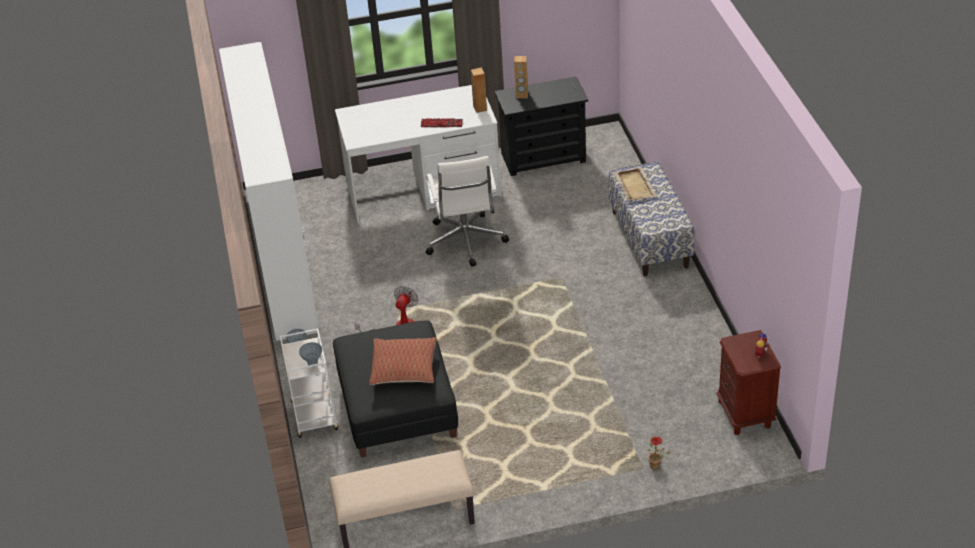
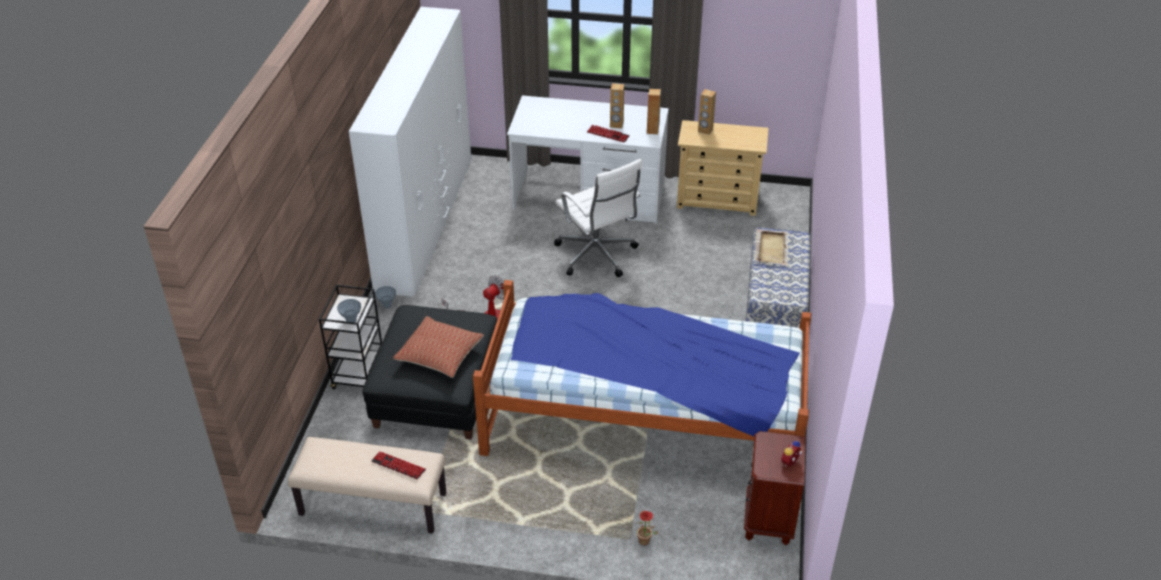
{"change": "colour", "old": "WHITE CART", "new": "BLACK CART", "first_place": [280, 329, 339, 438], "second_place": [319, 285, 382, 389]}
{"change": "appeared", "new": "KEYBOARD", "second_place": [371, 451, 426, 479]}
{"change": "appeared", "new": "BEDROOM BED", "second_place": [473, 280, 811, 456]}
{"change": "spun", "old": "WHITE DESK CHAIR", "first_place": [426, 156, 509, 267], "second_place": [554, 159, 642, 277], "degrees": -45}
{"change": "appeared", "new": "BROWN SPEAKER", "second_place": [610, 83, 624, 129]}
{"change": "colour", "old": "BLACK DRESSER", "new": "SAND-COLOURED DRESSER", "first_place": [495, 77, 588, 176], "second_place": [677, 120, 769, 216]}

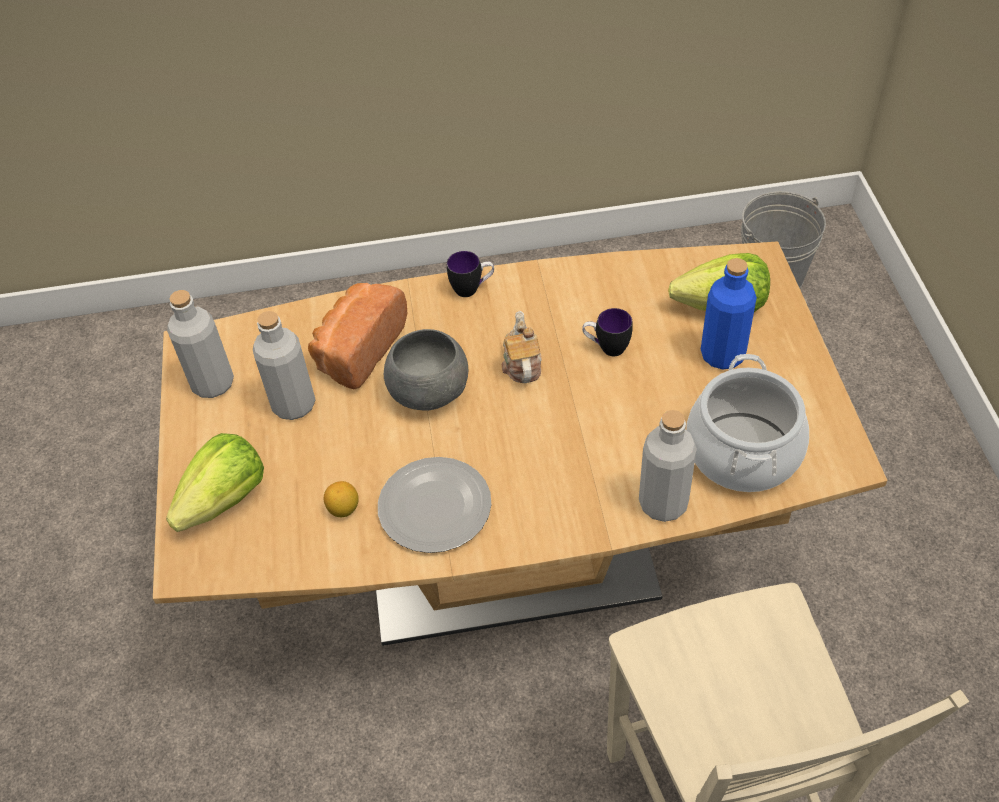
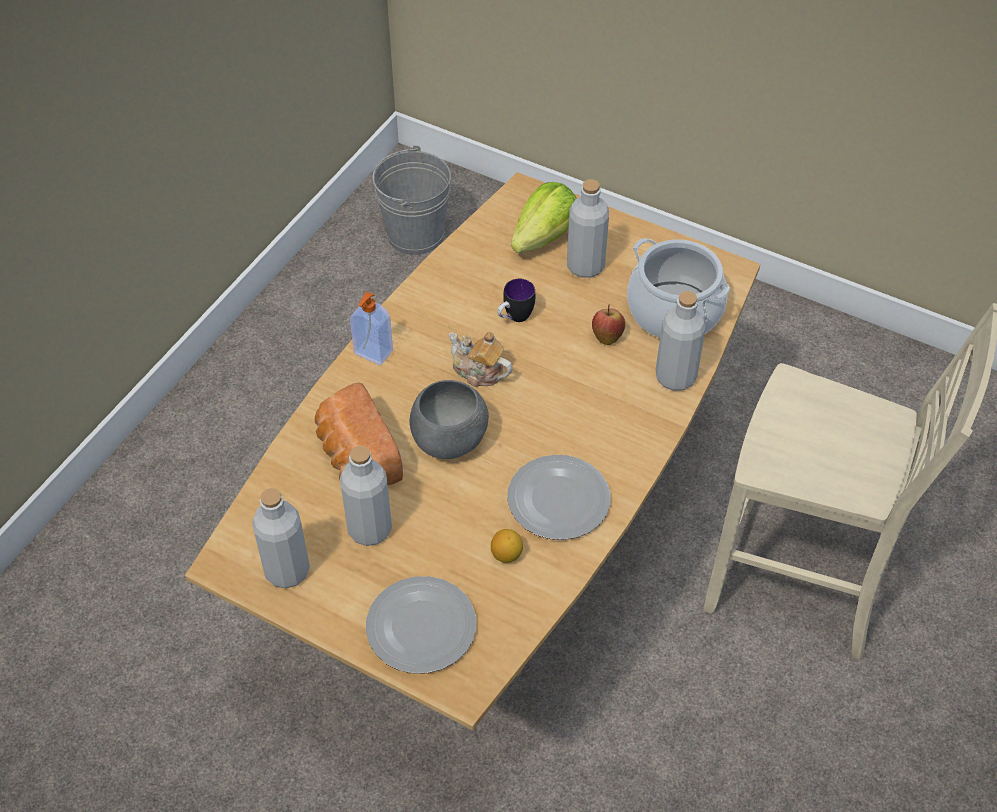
{"change": "exchanged", "old": "TEA MUG", "new": "SOAP BOTTLE", "first_place": [447, 251, 494, 297], "second_place": [350, 292, 393, 365]}
{"change": "exchanged", "old": "HEAD OF LETTUCE", "new": "FLAT DISH", "first_place": [166, 433, 264, 532], "second_place": [366, 576, 476, 674]}
{"change": "colour", "old": "BLUE-COLOURED BOTTLE", "new": "GREYISH BOTTLE", "first_place": [701, 258, 757, 369], "second_place": [567, 179, 609, 278]}
{"change": "appeared", "new": "APPLE", "second_place": [592, 304, 625, 345]}

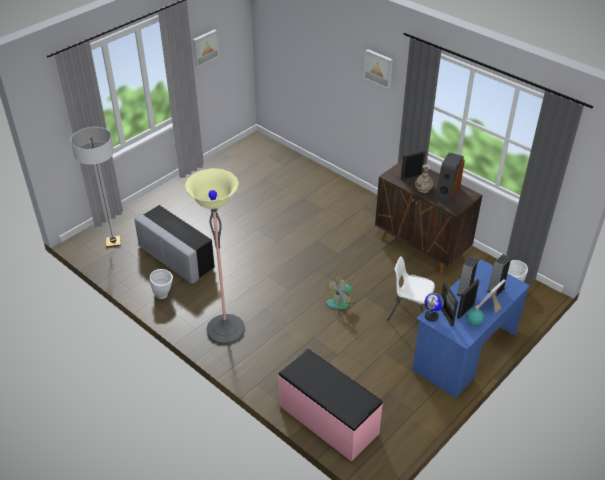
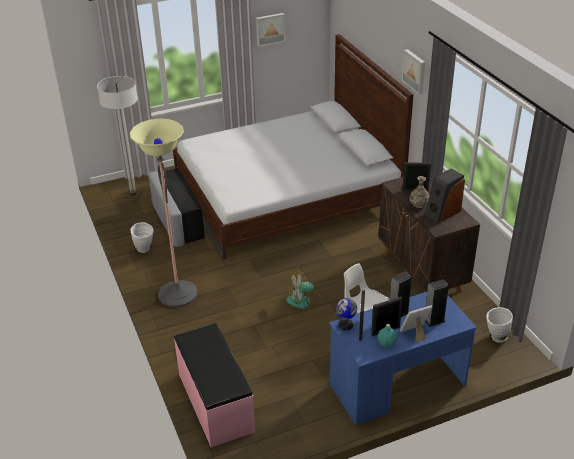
{"change": "appeared", "new": "BEDROOM BED", "second_place": [173, 34, 413, 260]}

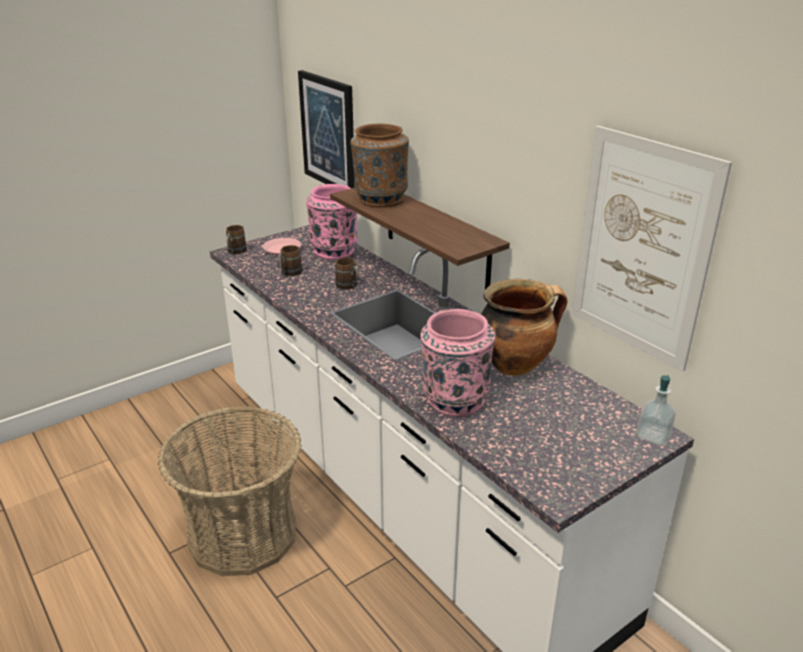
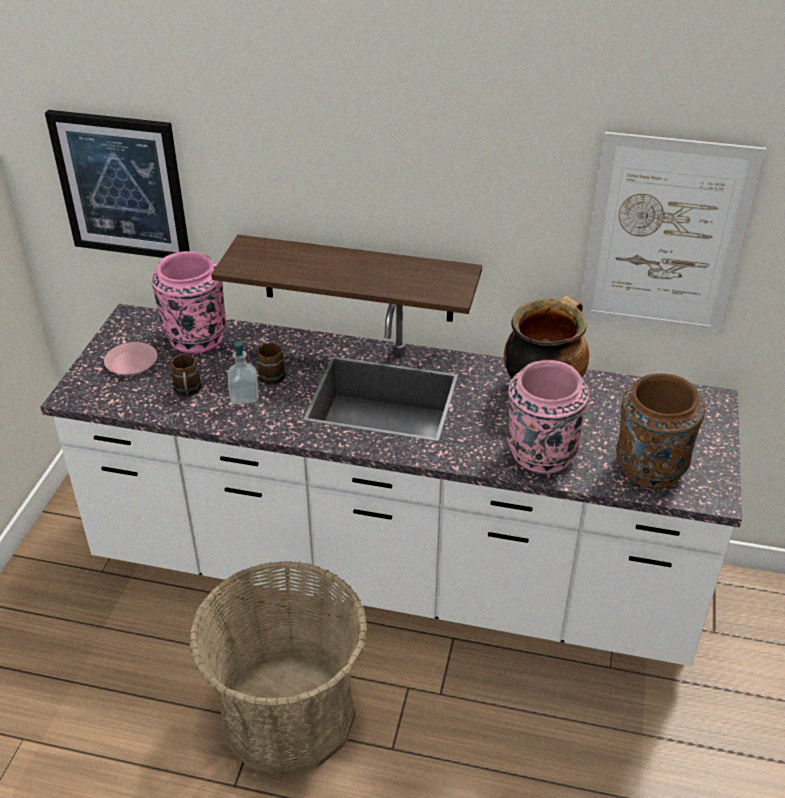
{"change": "relocated", "old": "SOAP BOTTLE", "first_place": [637, 375, 676, 446], "second_place": [228, 340, 259, 404]}
{"change": "relocated", "old": "BROWN VASE", "first_place": [350, 124, 409, 208], "second_place": [616, 373, 705, 489]}
{"change": "missing", "old": "BROWN TEA MUG", "first_place": [226, 225, 247, 254]}

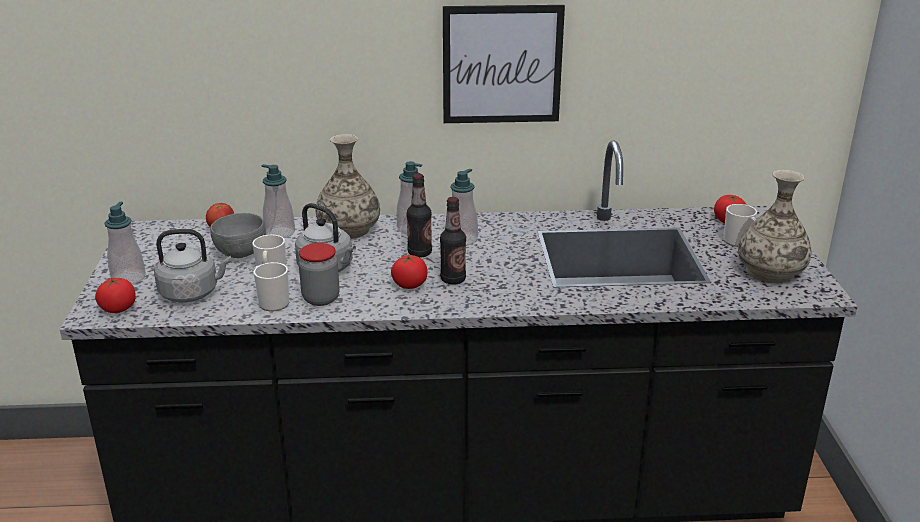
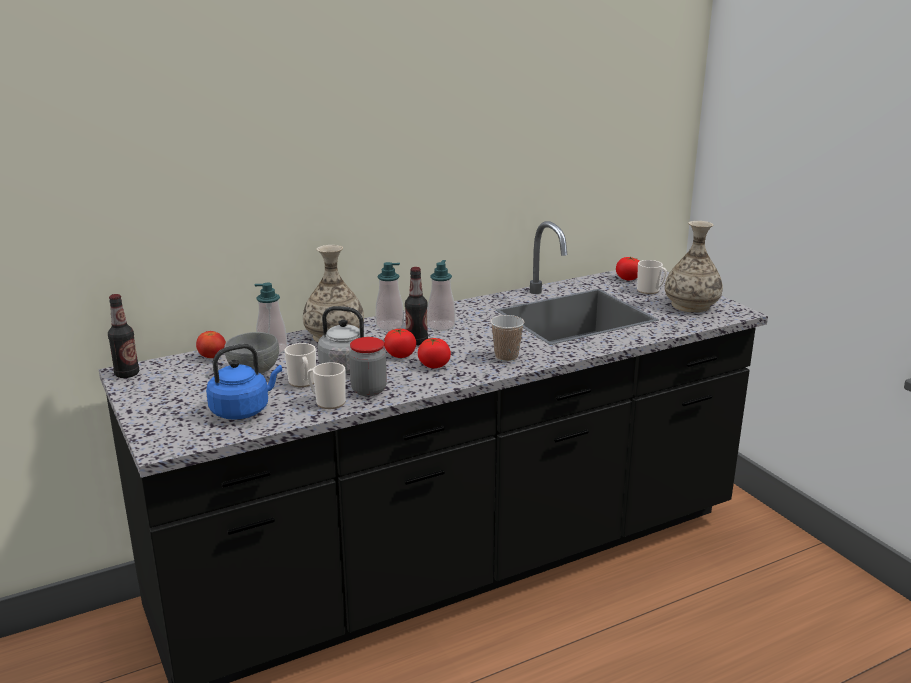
{"change": "relocated", "old": "BOTTLE", "first_place": [440, 197, 466, 285], "second_place": [108, 294, 139, 378]}
{"change": "colour", "old": "GREYISH KETTLE", "new": "BLUE-COLOURED KETTLE", "first_place": [154, 229, 231, 302], "second_place": [206, 344, 282, 420]}
{"change": "relocated", "old": "TOMATO", "first_place": [95, 277, 136, 313], "second_place": [384, 328, 416, 358]}
{"change": "appeared", "new": "SMALL CUP", "second_place": [491, 315, 524, 362]}
{"change": "missing", "old": "SOAP BOTTLE", "first_place": [104, 202, 146, 284]}
{"change": "missing", "old": "PICTURE", "first_place": [443, 5, 565, 123]}

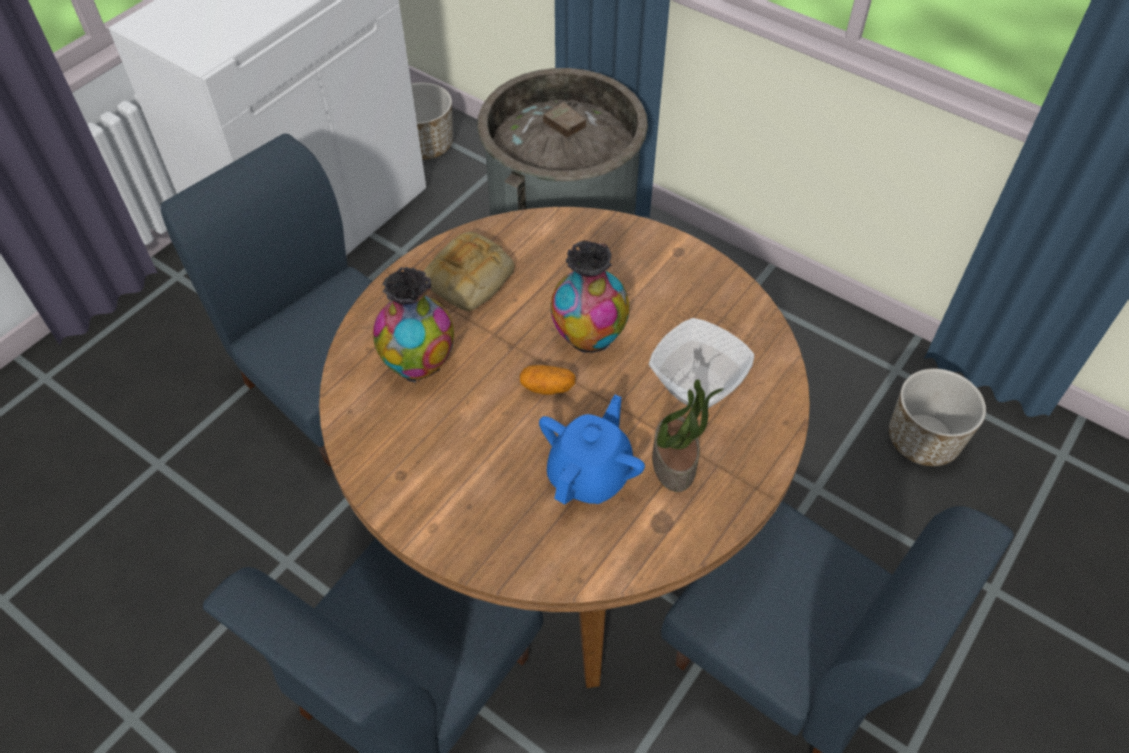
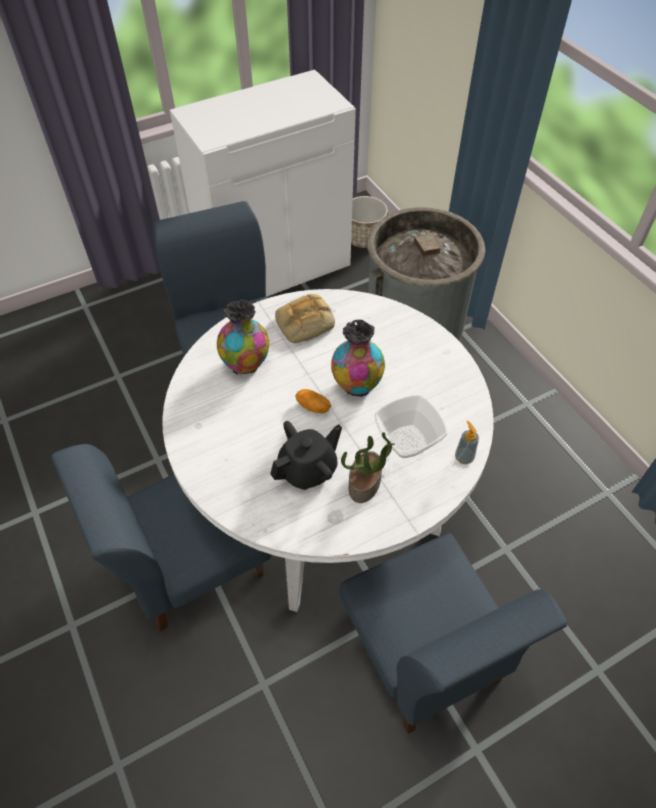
{"change": "colour", "old": "BROWN DINING TABLE", "new": "WHITE DINING TABLE", "first_place": [319, 207, 810, 688], "second_place": [162, 289, 493, 612]}
{"change": "colour", "old": "BLUE-COLOURED TEA POT", "new": "BLACK TEA POT", "first_place": [539, 395, 645, 504], "second_place": [270, 421, 342, 490]}
{"change": "appeared", "new": "SOAP BOTTLE", "second_place": [455, 421, 479, 465]}
{"change": "missing", "old": "PLANT POT", "first_place": [889, 369, 986, 466]}

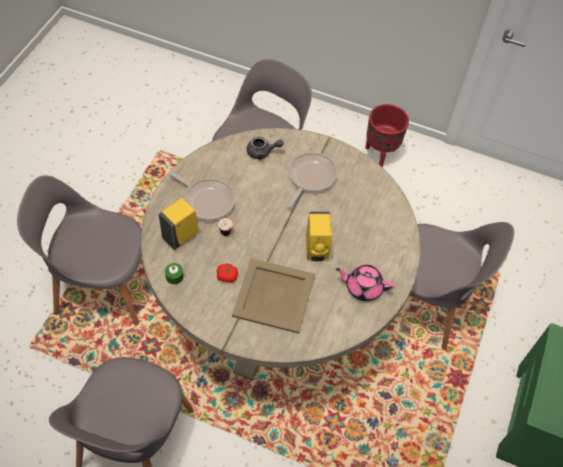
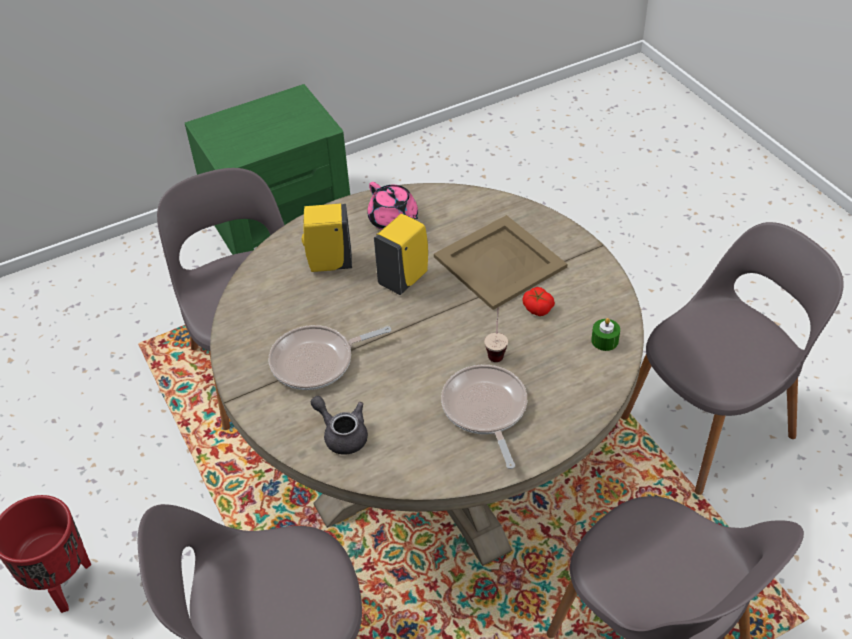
{"change": "relocated", "old": "YELLOW-COLOURED SOAP BOTTLE", "first_place": [158, 198, 198, 250], "second_place": [301, 203, 352, 272]}

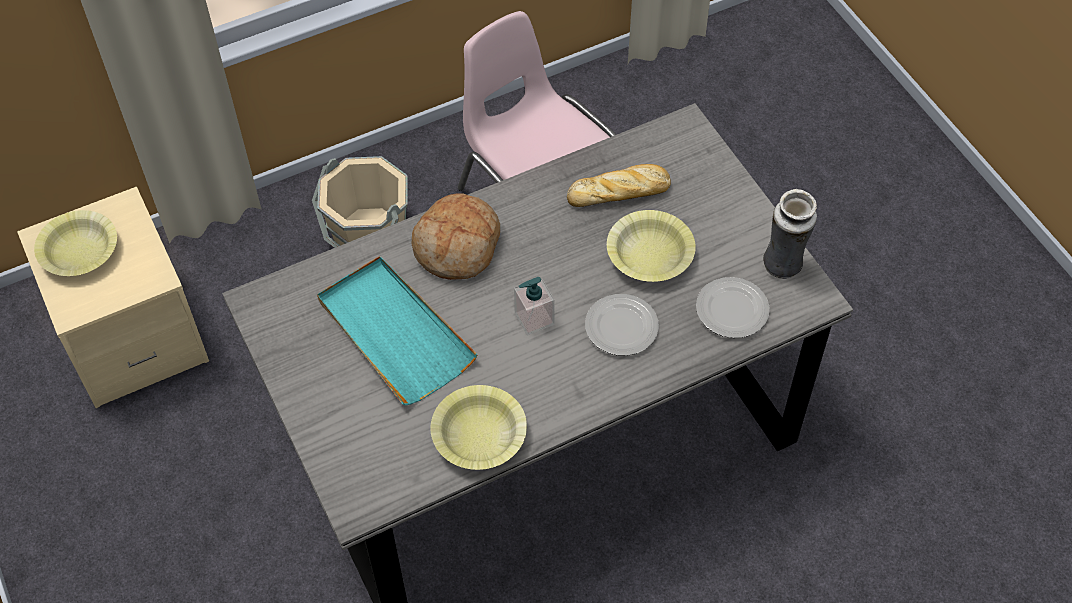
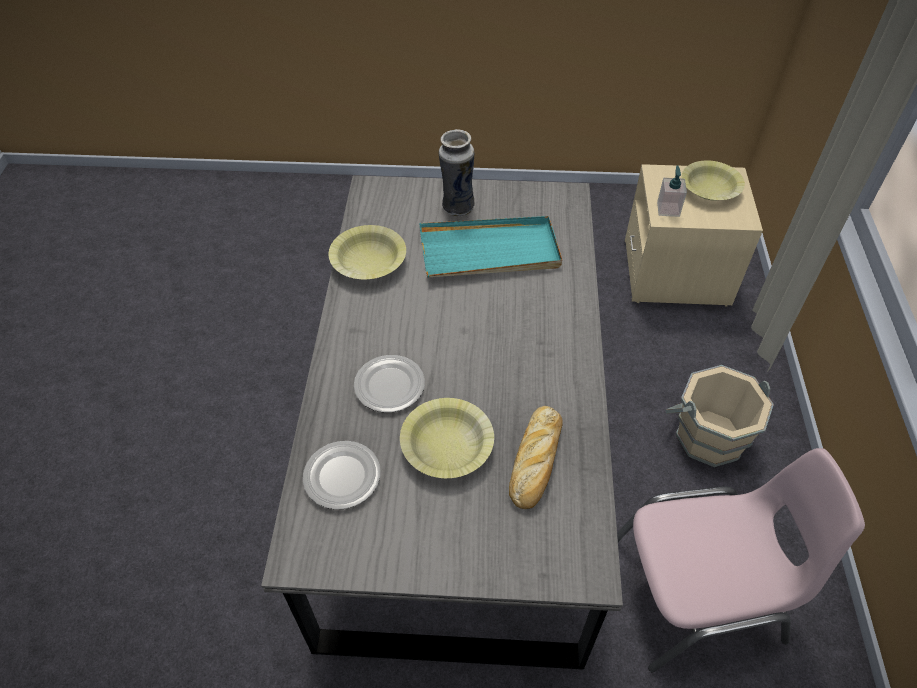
{"change": "relocated", "old": "VASE", "first_place": [763, 189, 817, 279], "second_place": [438, 129, 475, 216]}
{"change": "relocated", "old": "SOAP BOTTLE", "first_place": [514, 277, 555, 335], "second_place": [657, 166, 687, 217]}
{"change": "missing", "old": "BAKED BREAD", "first_place": [411, 193, 500, 280]}

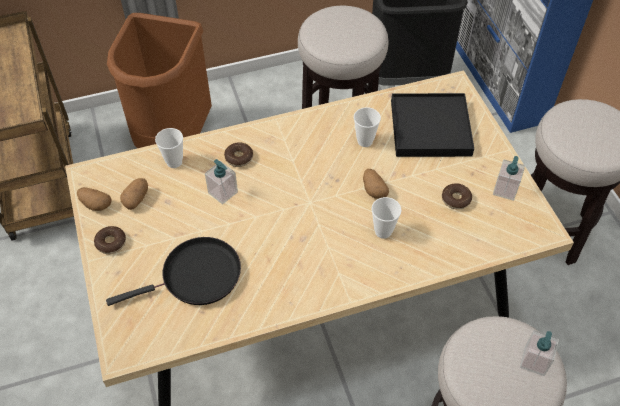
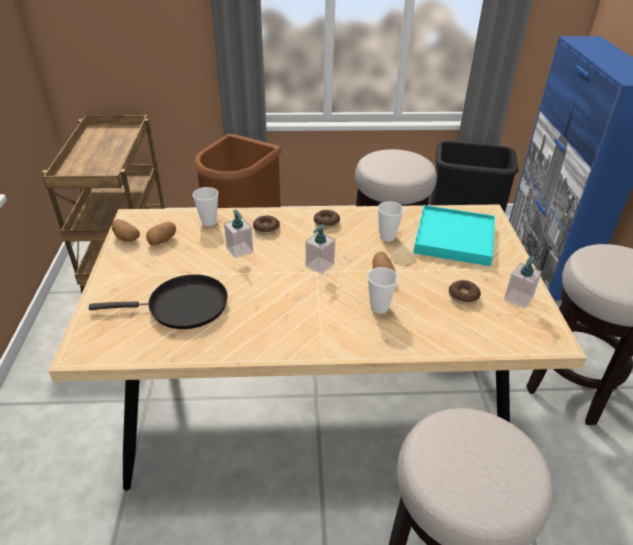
{"change": "relocated", "old": "SOAP BOTTLE", "first_place": [520, 330, 559, 376], "second_place": [305, 224, 335, 274]}
{"change": "relocated", "old": "DONUT", "first_place": [94, 226, 126, 254], "second_place": [314, 210, 340, 229]}
{"change": "colour", "old": "BLACK CARRYING TRAY", "new": "TURQUOISE-COLOURED CARRYING TRAY", "first_place": [391, 93, 474, 157], "second_place": [413, 205, 495, 266]}

